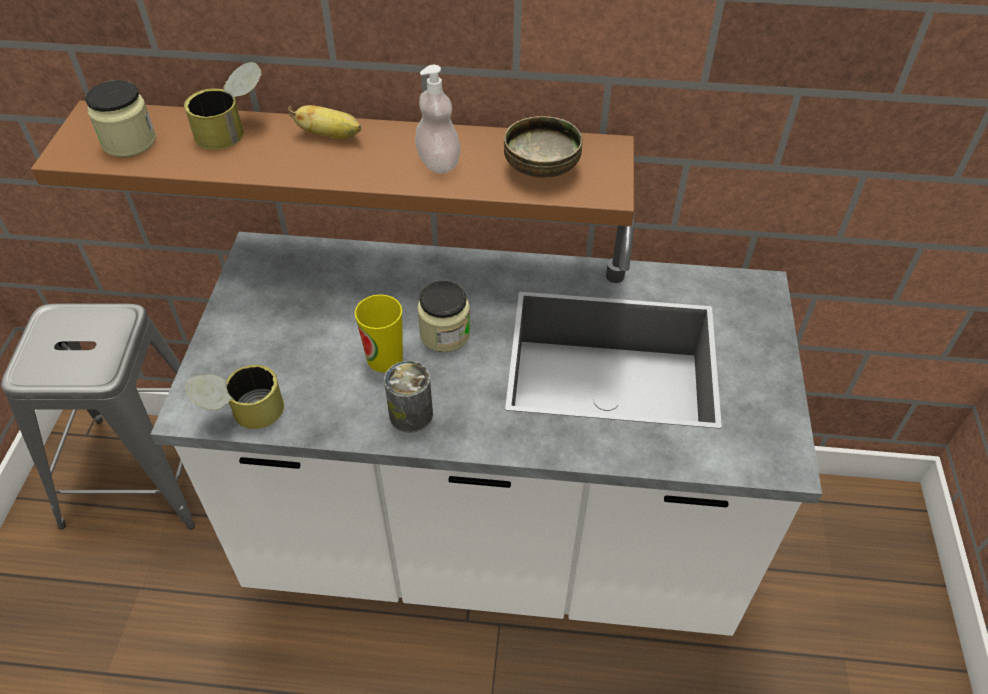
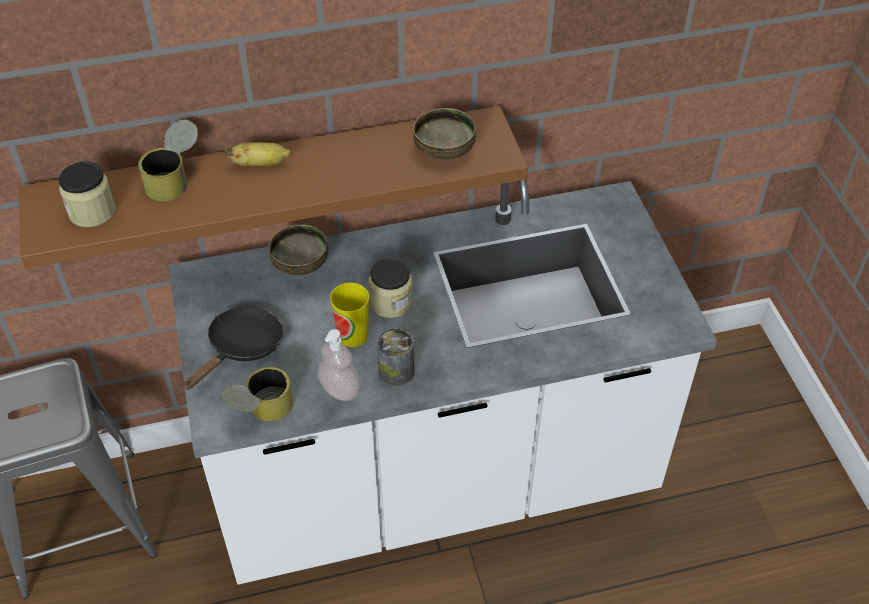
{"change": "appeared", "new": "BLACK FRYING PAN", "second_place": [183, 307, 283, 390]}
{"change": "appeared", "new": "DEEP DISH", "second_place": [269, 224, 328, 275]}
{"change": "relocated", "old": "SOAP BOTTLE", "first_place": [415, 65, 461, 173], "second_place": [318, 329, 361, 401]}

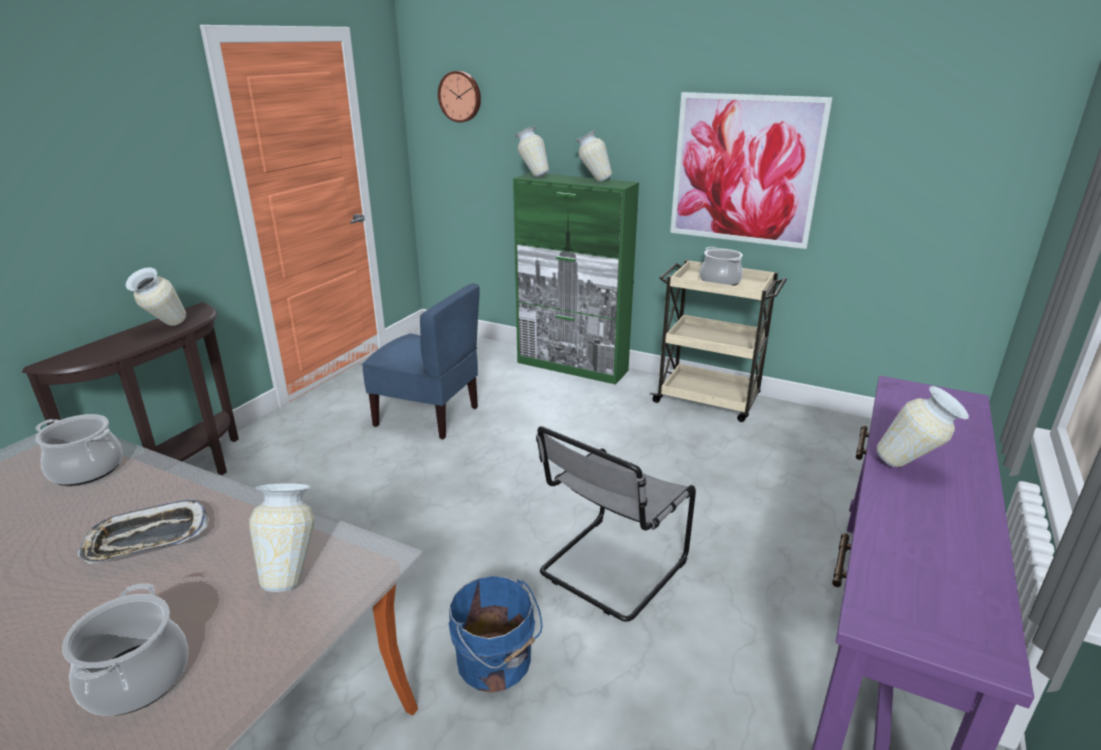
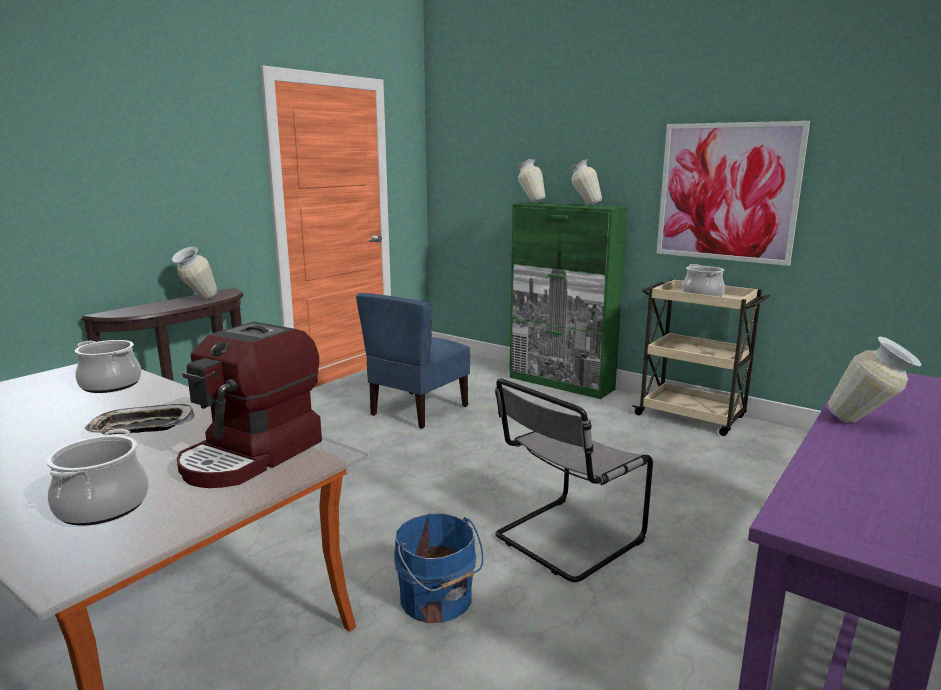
{"change": "exchanged", "old": "VASE", "new": "COFFEE MACHINE", "first_place": [249, 483, 315, 592], "second_place": [177, 322, 322, 488]}
{"change": "spun", "old": "BLUE-COLOURED CHAIR", "first_place": [362, 284, 480, 440], "second_place": [356, 293, 470, 429], "degrees": 90}
{"change": "missing", "old": "CLOCK ON THE WALL", "first_place": [438, 71, 481, 123]}

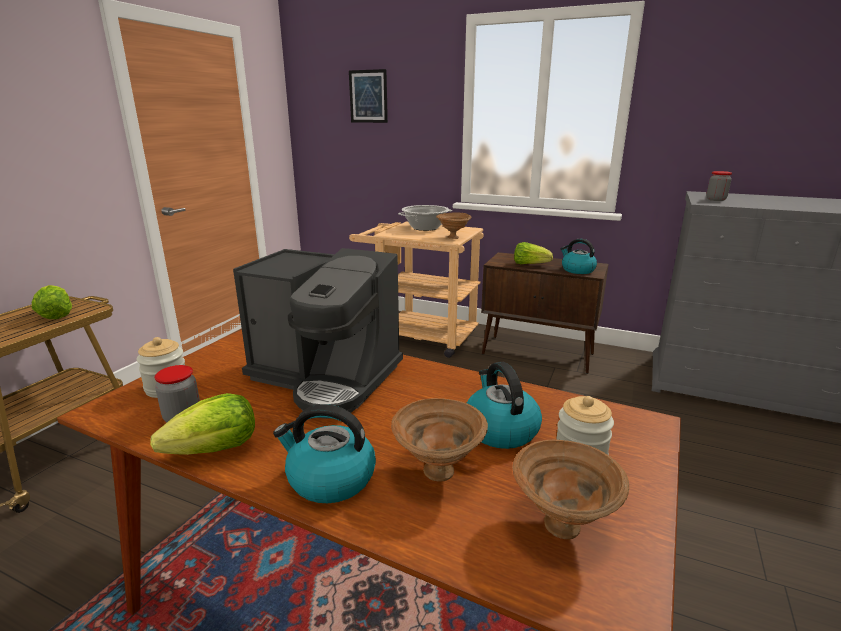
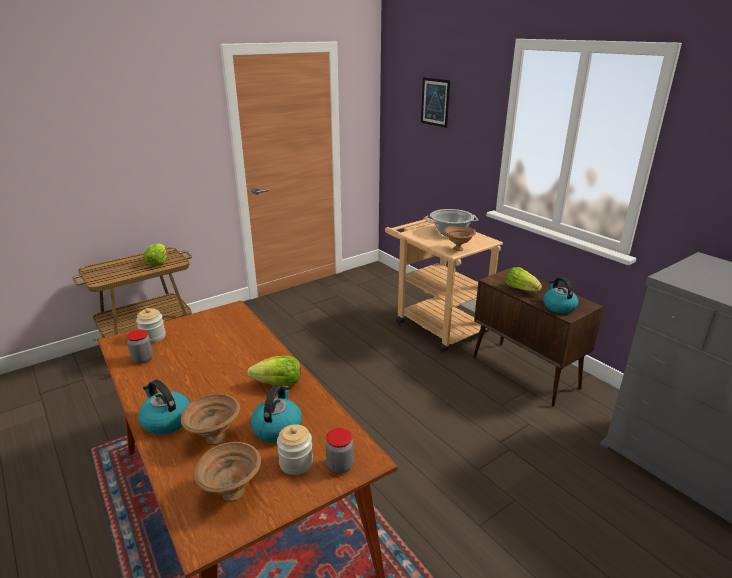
{"change": "relocated", "old": "HEAD OF LETTUCE", "first_place": [150, 393, 255, 455], "second_place": [247, 356, 301, 386]}
{"change": "relocated", "old": "PRESERVE JAR", "first_place": [706, 171, 732, 201], "second_place": [326, 428, 354, 474]}
{"change": "missing", "old": "COFFEE MACHINE", "first_place": [233, 248, 403, 419]}

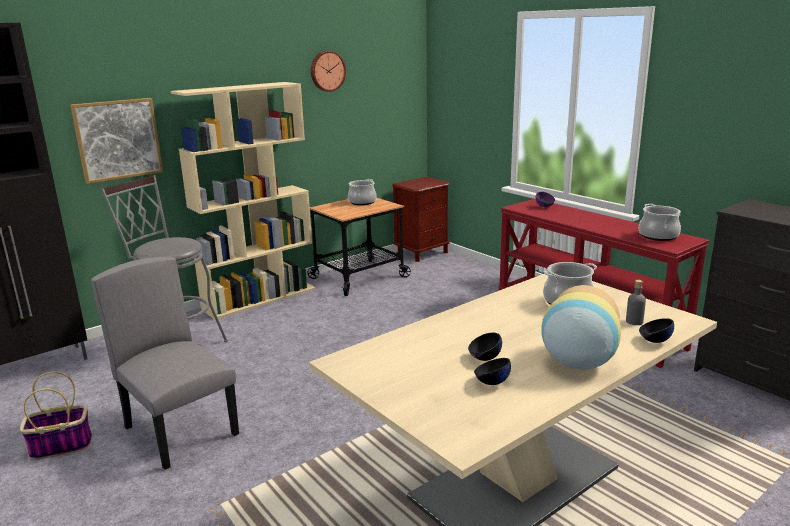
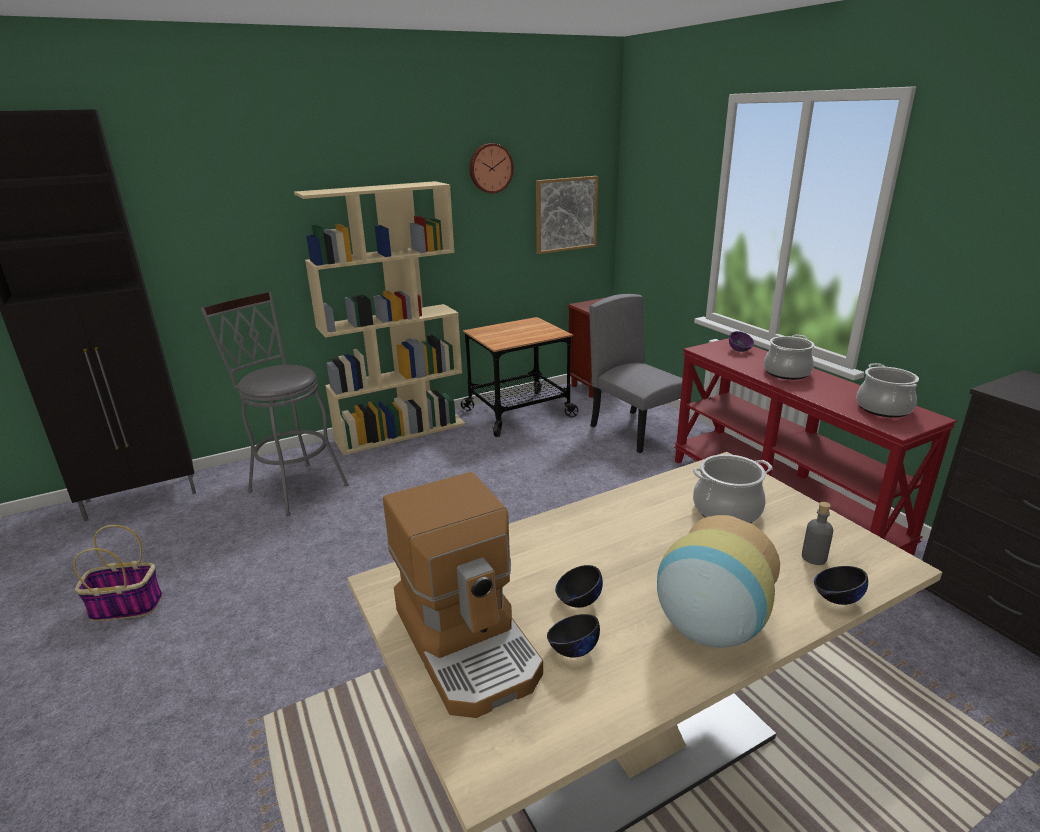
{"change": "appeared", "new": "COFFEE MACHINE", "second_place": [383, 472, 543, 718]}
{"change": "relocated", "old": "PICTURE", "first_place": [70, 98, 163, 184], "second_place": [536, 176, 598, 254]}
{"change": "relocated", "old": "GREYISH CHAIR", "first_place": [91, 257, 239, 470], "second_place": [589, 294, 693, 453]}
{"change": "relocated", "old": "STOCKPOT", "first_place": [348, 179, 377, 205], "second_place": [764, 335, 814, 380]}

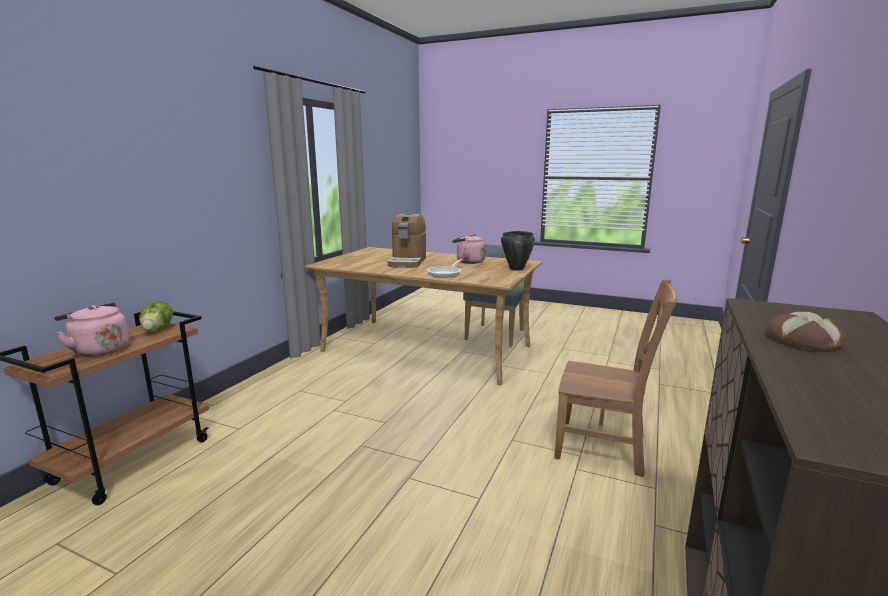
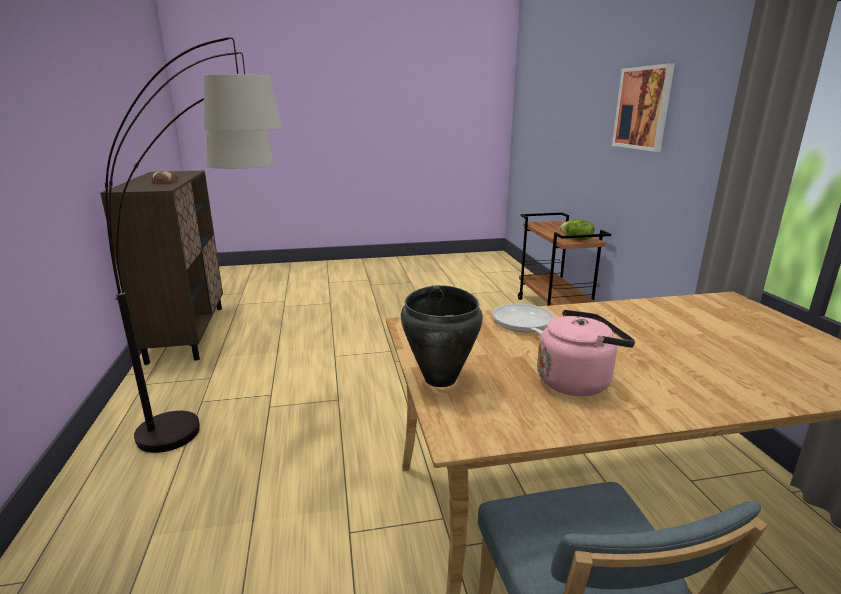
{"change": "exchanged", "old": "BROWN CHAIR", "new": "STANDARD LAMP", "first_place": [554, 279, 677, 477], "second_place": [105, 37, 282, 453]}
{"change": "appeared", "new": "PICTURE", "second_place": [612, 63, 675, 152]}
{"change": "missing", "old": "PINKISH KETTLE", "first_place": [54, 302, 129, 356]}
{"change": "missing", "old": "COFFEE MACHINE", "first_place": [388, 213, 426, 268]}

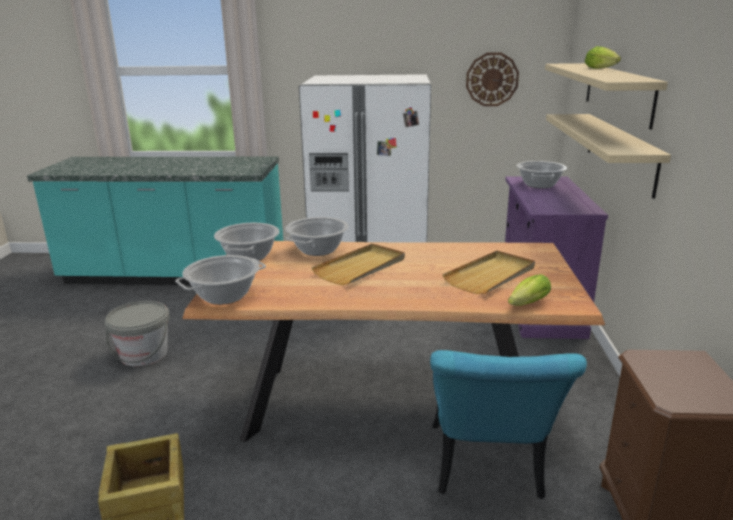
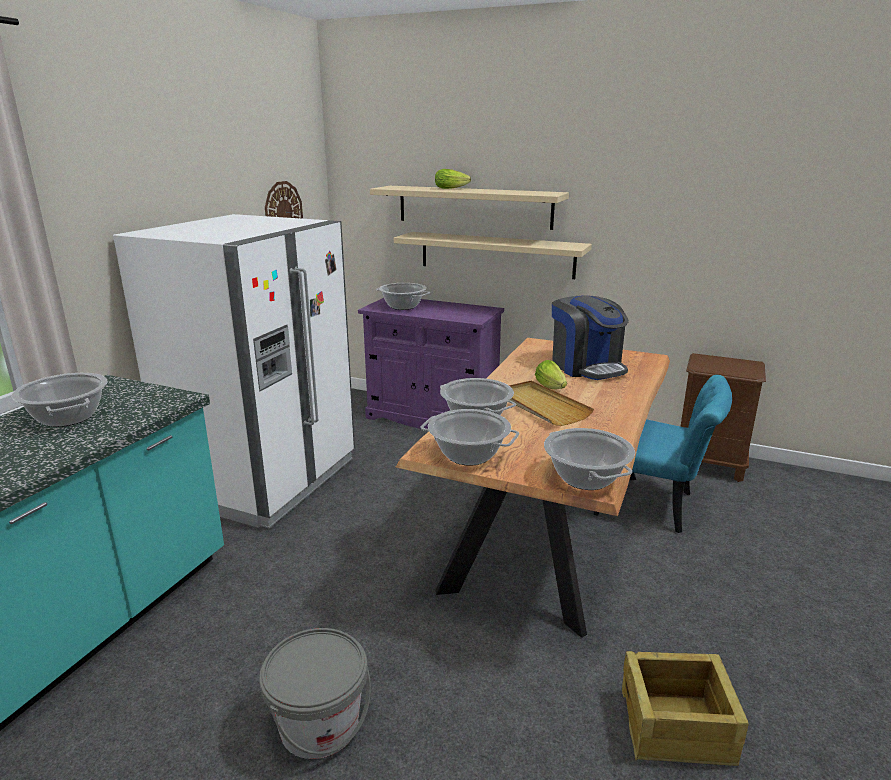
{"change": "appeared", "new": "STOCKPOT", "second_place": [12, 373, 108, 427]}
{"change": "relocated", "old": "HEAD OF LETTUCE", "first_place": [508, 274, 551, 306], "second_place": [535, 360, 567, 389]}
{"change": "exchanged", "old": "SAND-COLOURED CARRYING TRAY", "new": "COFFEE MACHINE", "first_place": [442, 251, 535, 294], "second_place": [552, 295, 629, 380]}

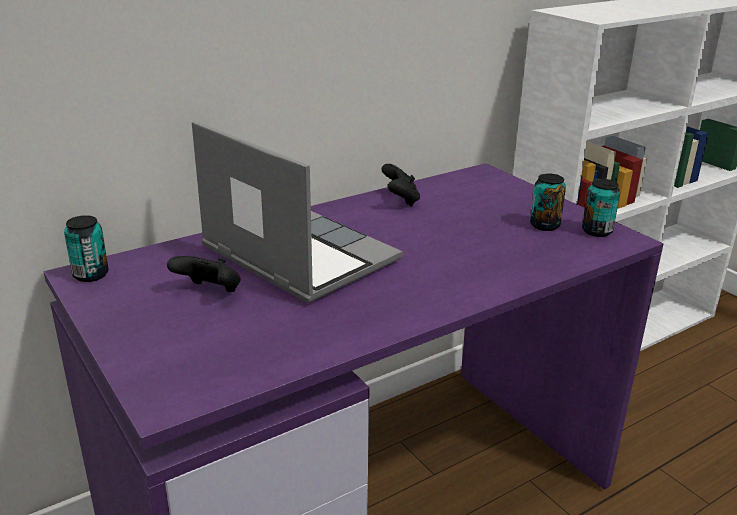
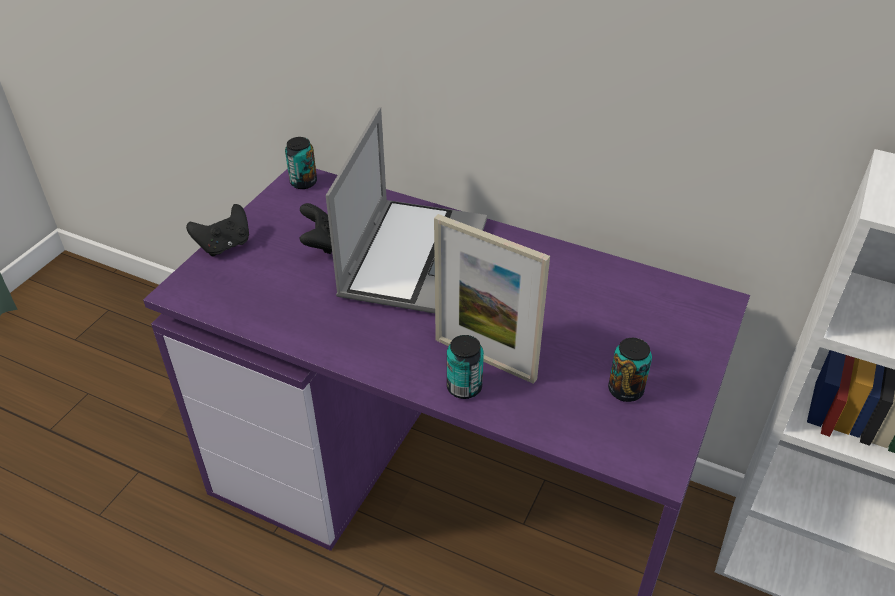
{"change": "relocated", "old": "BLACK JOYPAD", "first_place": [381, 164, 420, 207], "second_place": [186, 204, 249, 257]}
{"change": "appeared", "new": "STANDING FRAME", "second_place": [434, 214, 550, 384]}
{"change": "relocated", "old": "METAL CAN", "first_place": [582, 179, 620, 237], "second_place": [447, 335, 484, 399]}

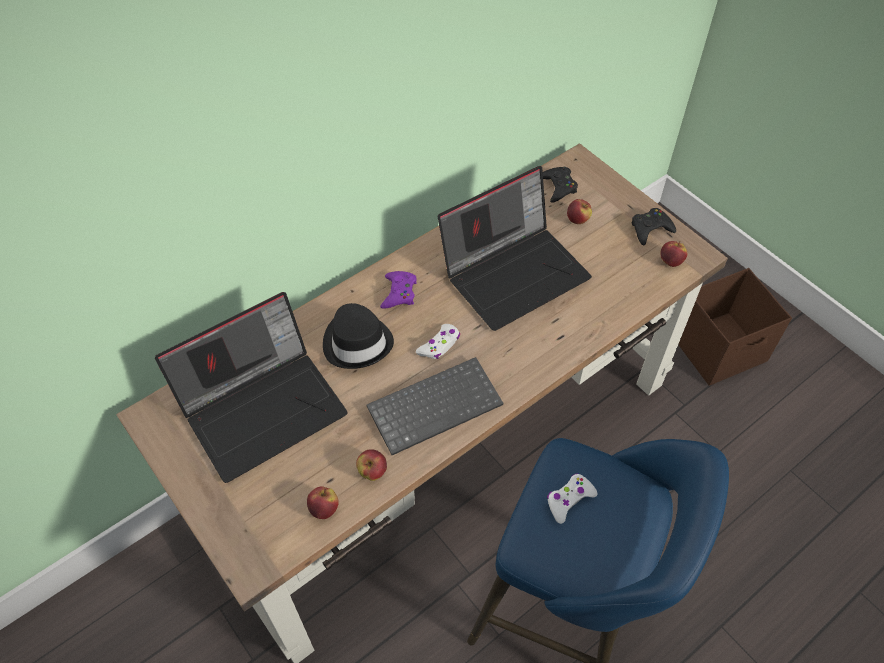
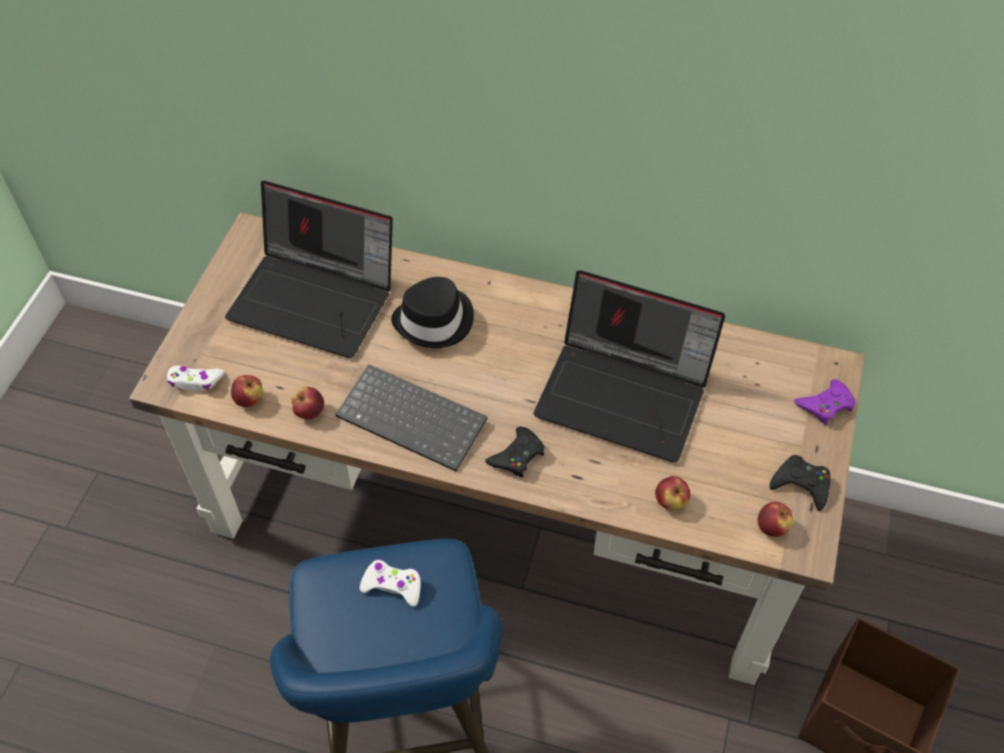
{"change": "relocated", "old": "WHITE JOYPAD", "first_place": [416, 324, 460, 359], "second_place": [167, 366, 224, 391]}
{"change": "relocated", "old": "BLACK JOYPAD", "first_place": [543, 167, 578, 203], "second_place": [485, 426, 545, 478]}
{"change": "relocated", "old": "APPLE", "first_place": [567, 199, 592, 224], "second_place": [655, 476, 690, 510]}
{"change": "relocated", "old": "PURPLISH JOYPAD", "first_place": [380, 271, 417, 309], "second_place": [794, 379, 856, 425]}

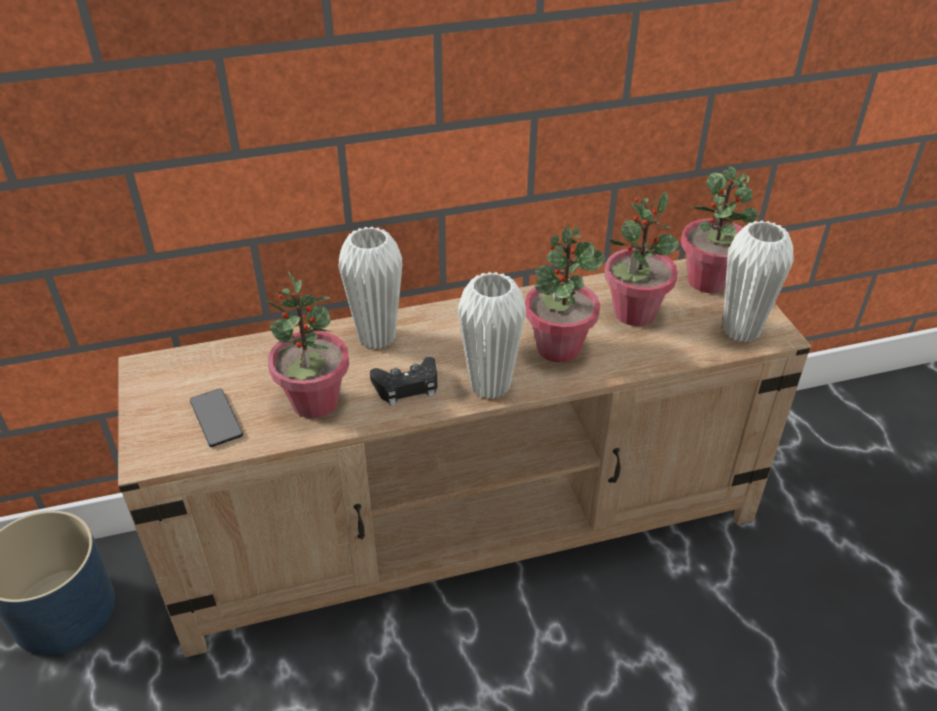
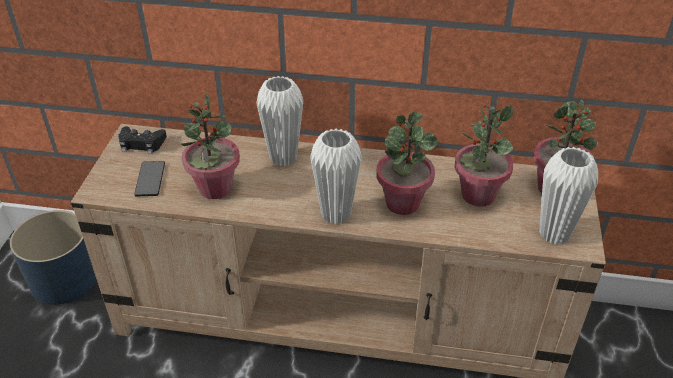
{"change": "relocated", "old": "BLACK JOYPAD", "first_place": [370, 357, 437, 406], "second_place": [118, 126, 167, 154]}

